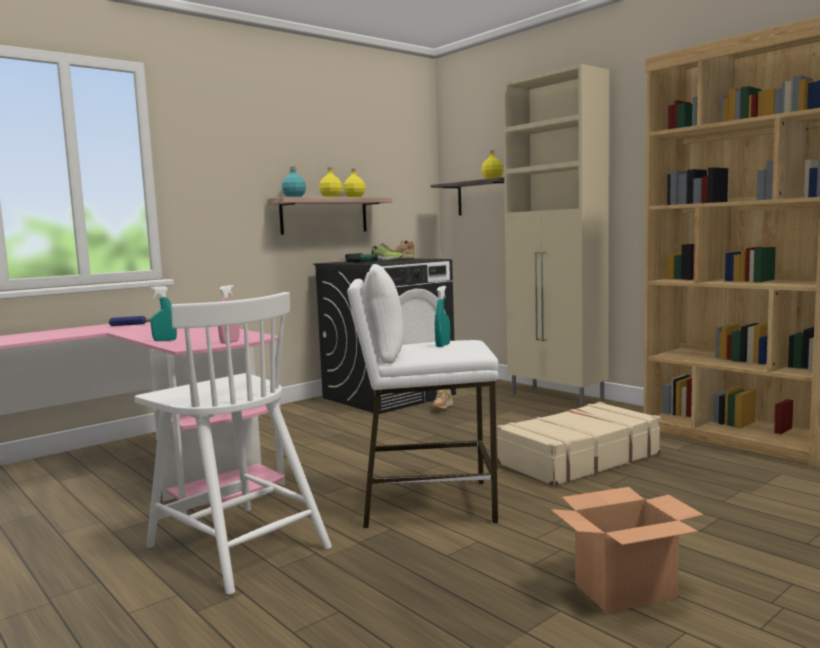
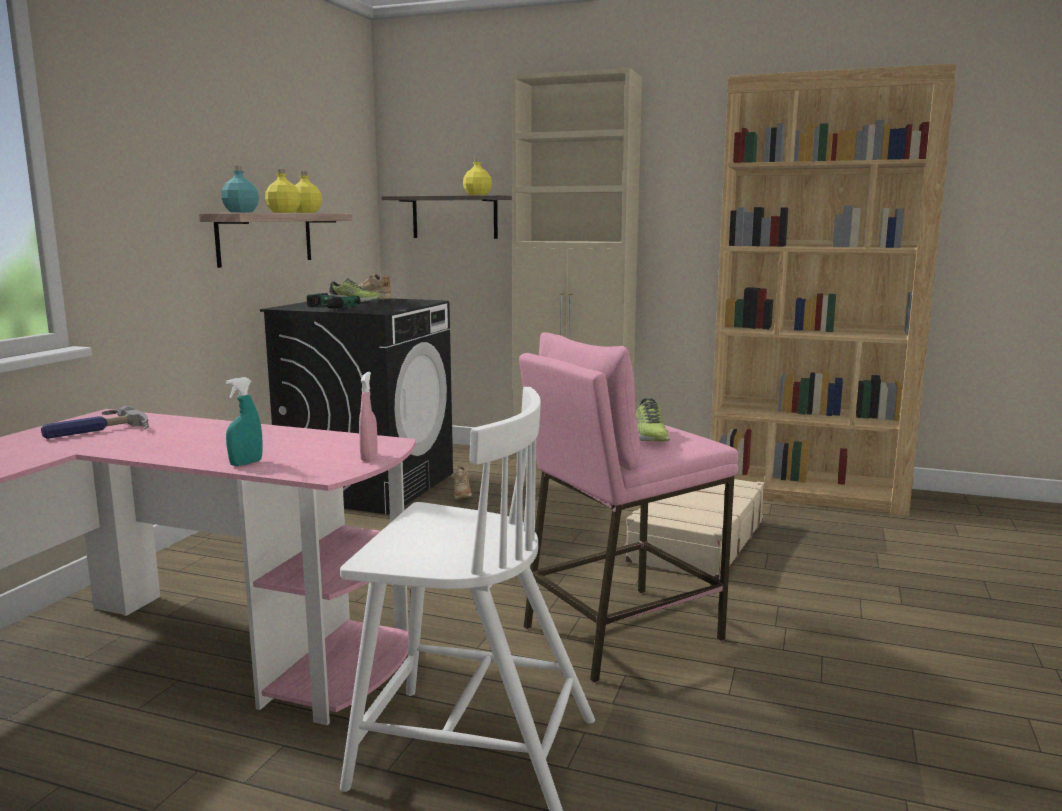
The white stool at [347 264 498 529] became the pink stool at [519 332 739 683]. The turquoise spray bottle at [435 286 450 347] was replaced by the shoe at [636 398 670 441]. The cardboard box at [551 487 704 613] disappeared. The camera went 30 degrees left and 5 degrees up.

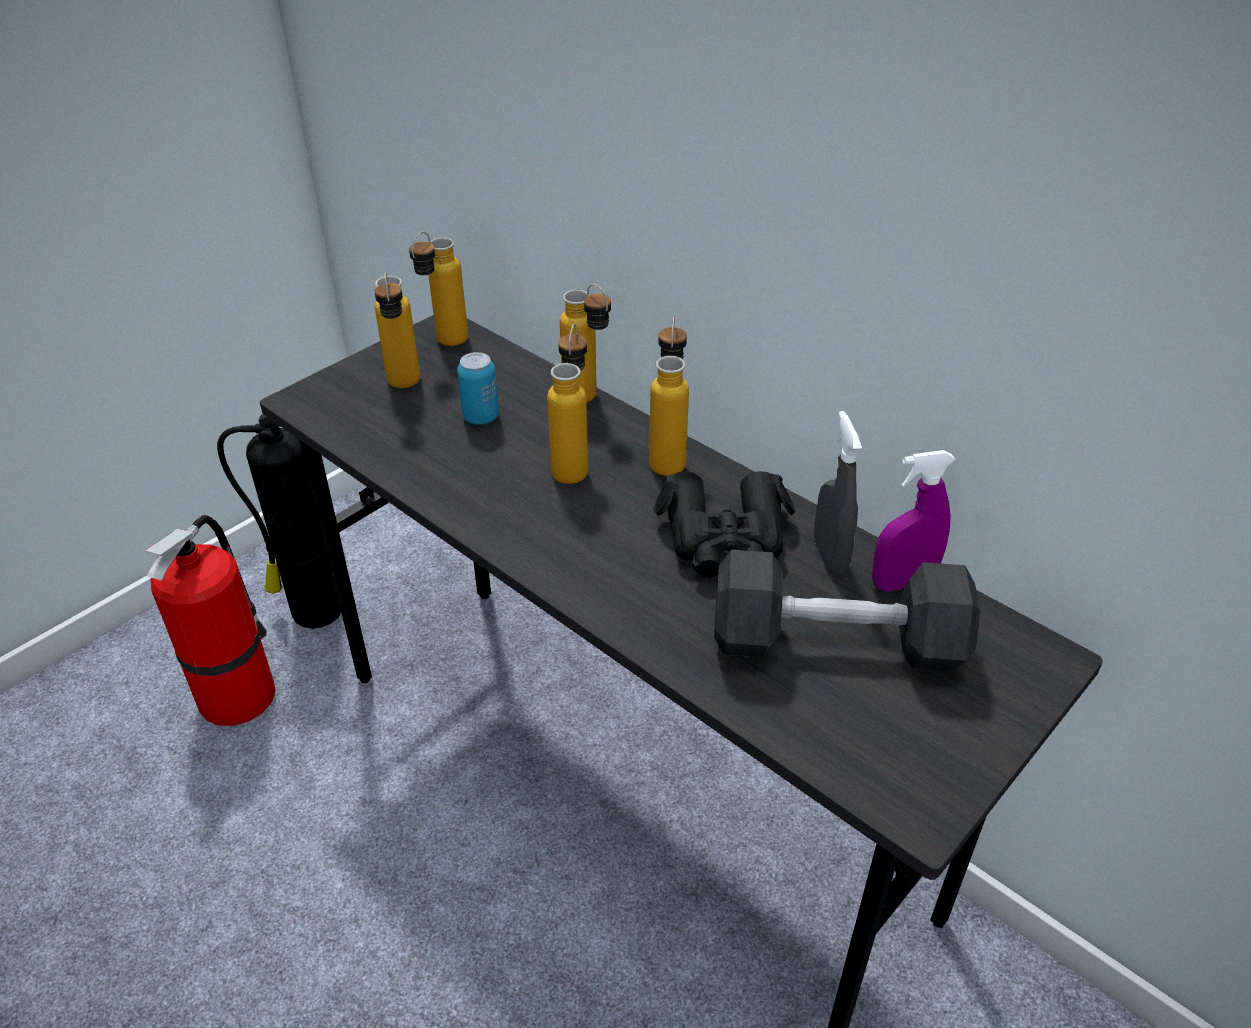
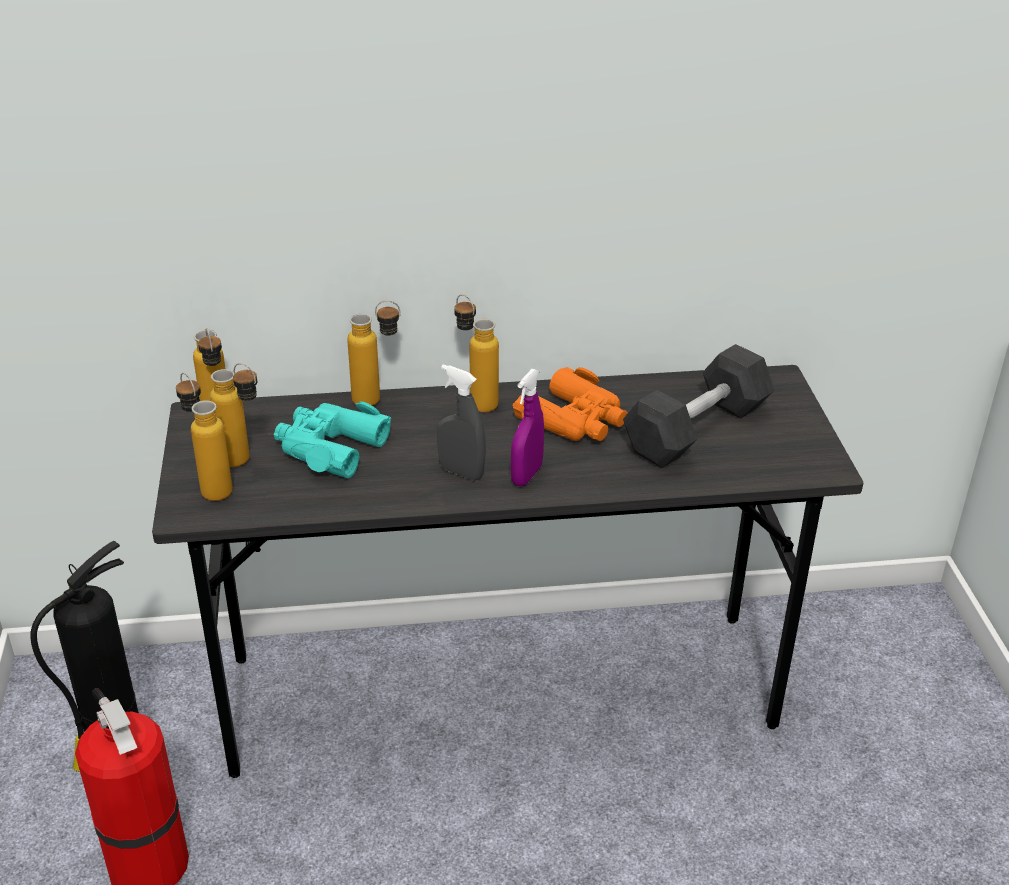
The can at [457 352 499 425] was replaced by the turquoise binoculars at [274 401 391 478]. The bottle moved from [547 324 588 484] to [176 372 233 501]. The black binoculars at [654 471 795 578] became the orange binoculars at [513 367 628 441]. The grey spray bottle moved from [814 411 862 575] to [437 364 486 481]. The purple spray bottle moved from [872 450 956 591] to [511 369 544 486]. The camera went 50 degrees left and 5 degrees down.

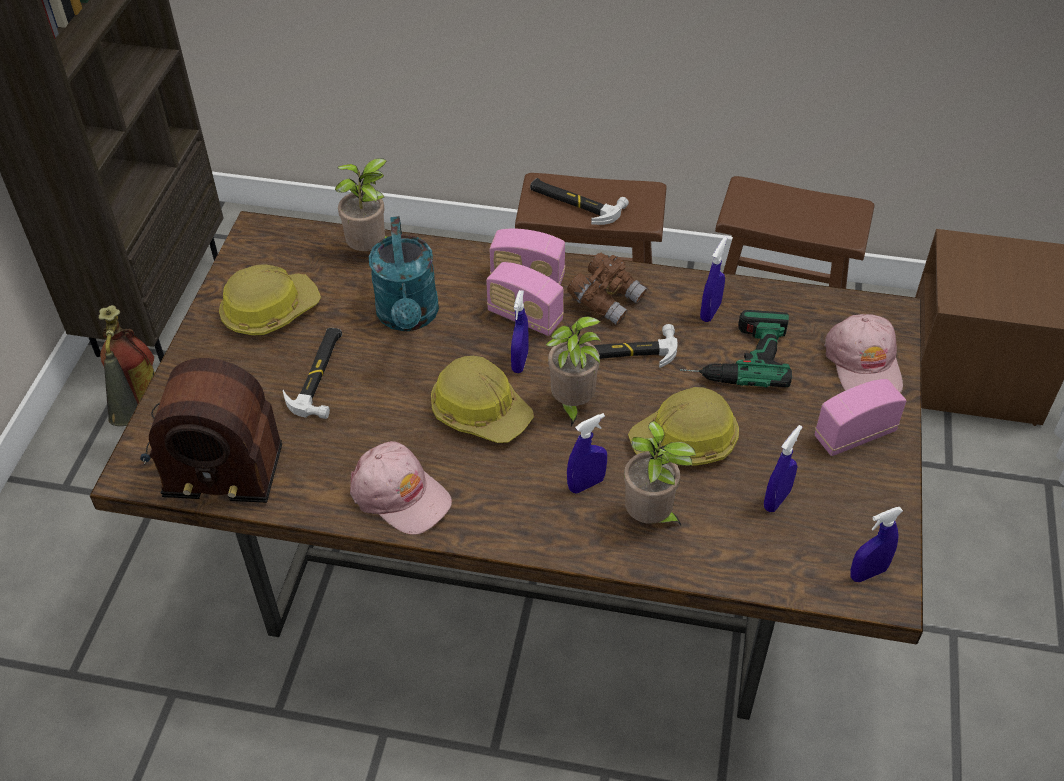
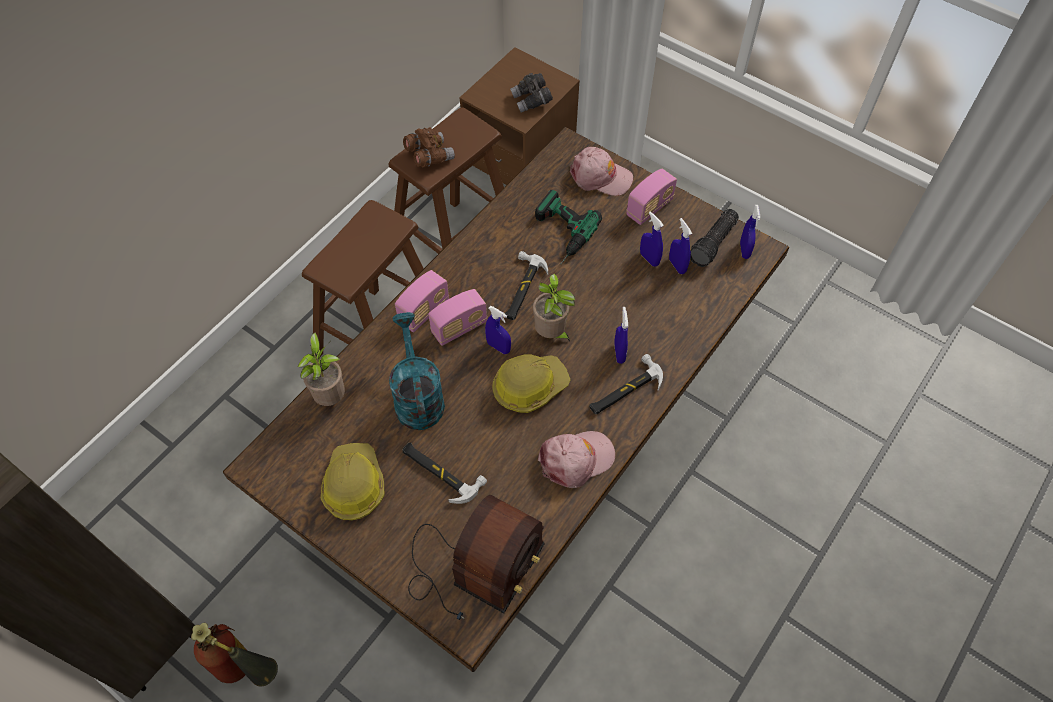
The turquoise watering can at [369 216 439 331] turned 120 degrees counterclockwise. The hammer moved from [530 178 629 225] to [589 354 663 415]. The brown binoculars moved from [567 252 647 325] to [403 127 455 167]. The potted plant at [624 421 696 527] disappeared. The hard hat at [628 387 739 466] disappeared. The blue spray bottle moved from [700 237 727 322] to [640 211 664 267]. The radio at [815 379 906 456] turned 135 degrees counterclockwise. The grey binoculars at [510 73 553 112] appeared. The flashlight at [690 209 739 267] appeared. The camera went 65 degrees left and 10 degrees up.

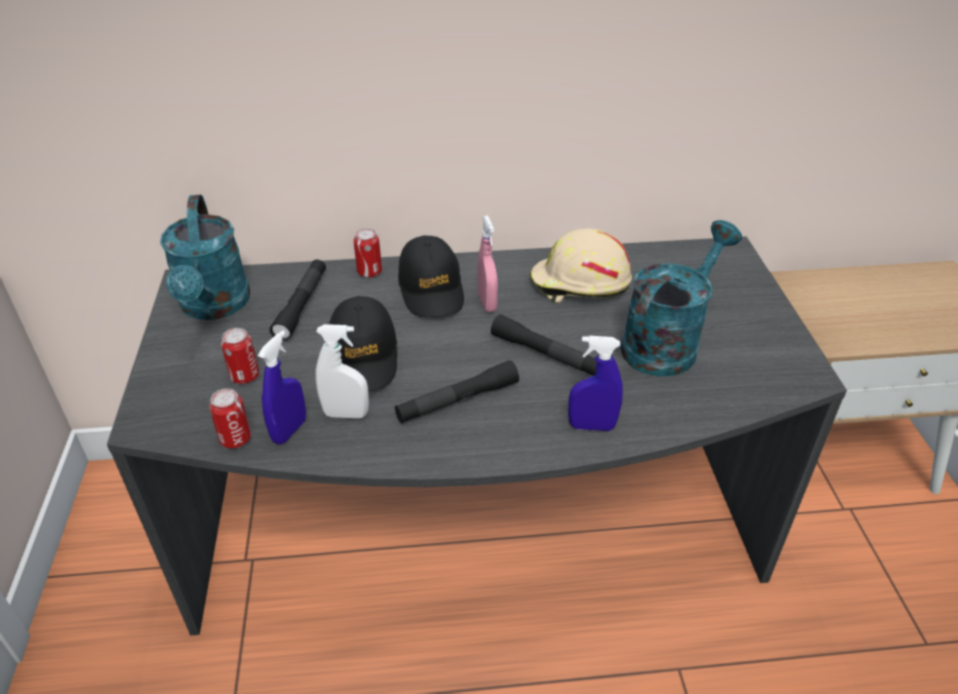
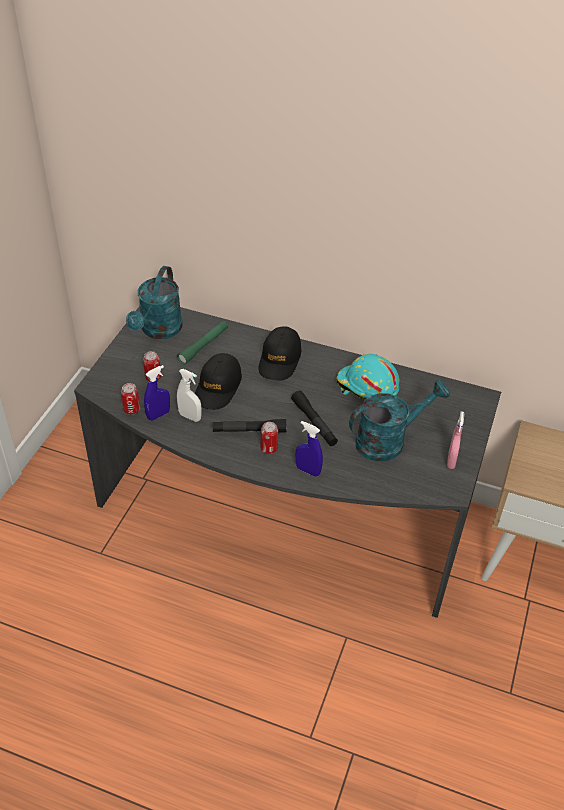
The black flashlight at [270 260 326 341] became the green flashlight at [177 321 228 365]. The can moved from [354 228 382 277] to [261 422 278 454]. The pink spray bottle moved from [478 215 498 312] to [447 411 464 469]. The beige hard hat at [530 228 632 303] became the turquoise hard hat at [336 354 399 399]. The camera went 25 degrees right and 5 degrees up.

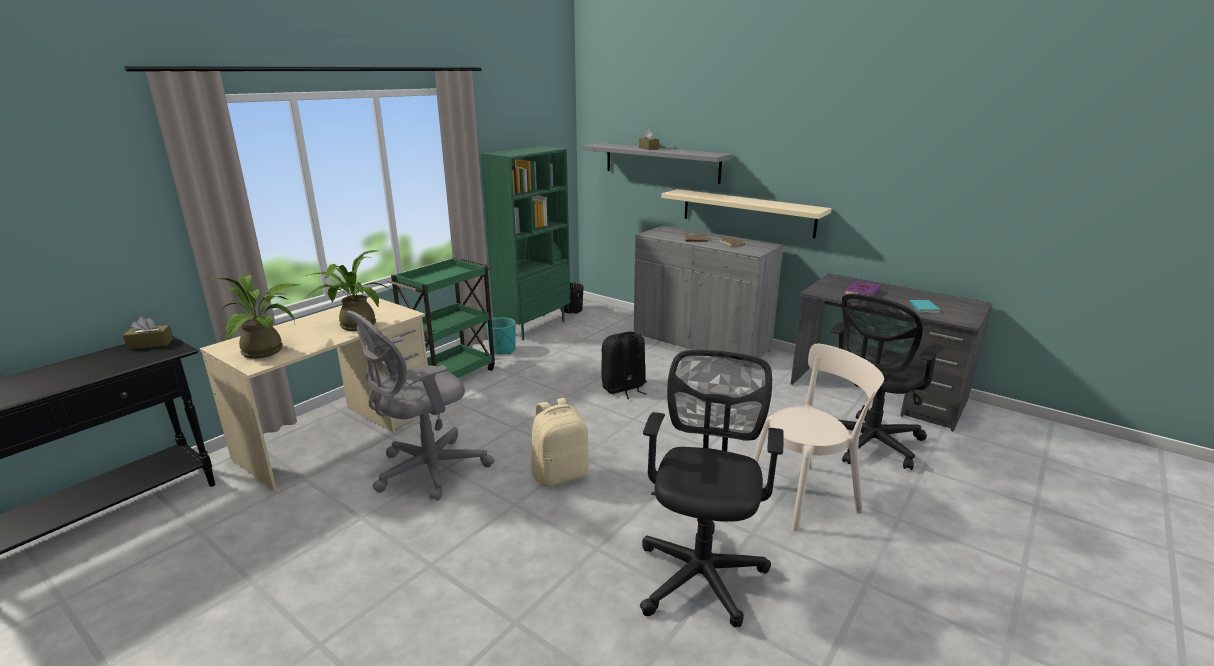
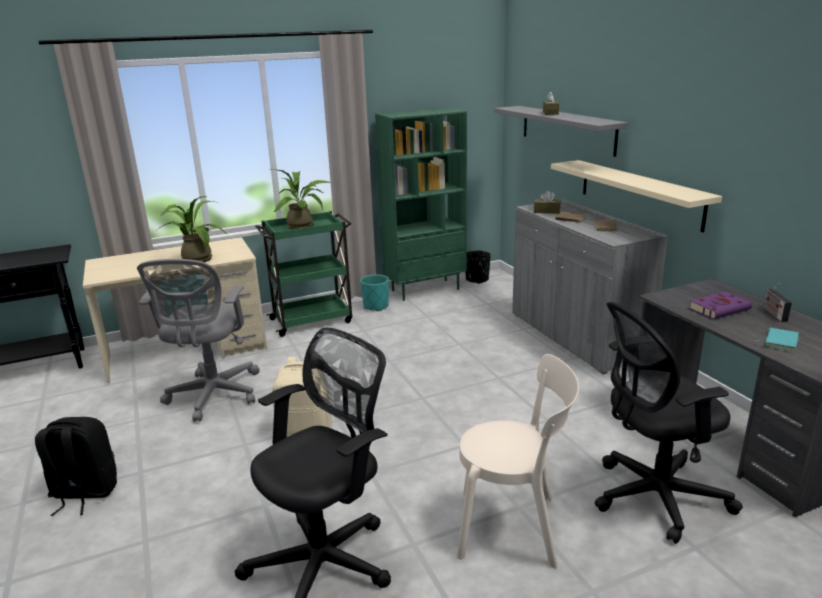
The brown tissue box moved from [123 317 173 349] to [534 191 561 214]. The potted plant moved from [207 275 300 359] to [274 170 332 230]. The grey office chair at [346 311 494 501] turned 75 degrees counterclockwise. The black backpack moved from [601 332 647 399] to [35 417 117 516]. The radio at [764 283 792 322] appeared. The camera went 30 degrees right and 0 degrees up.

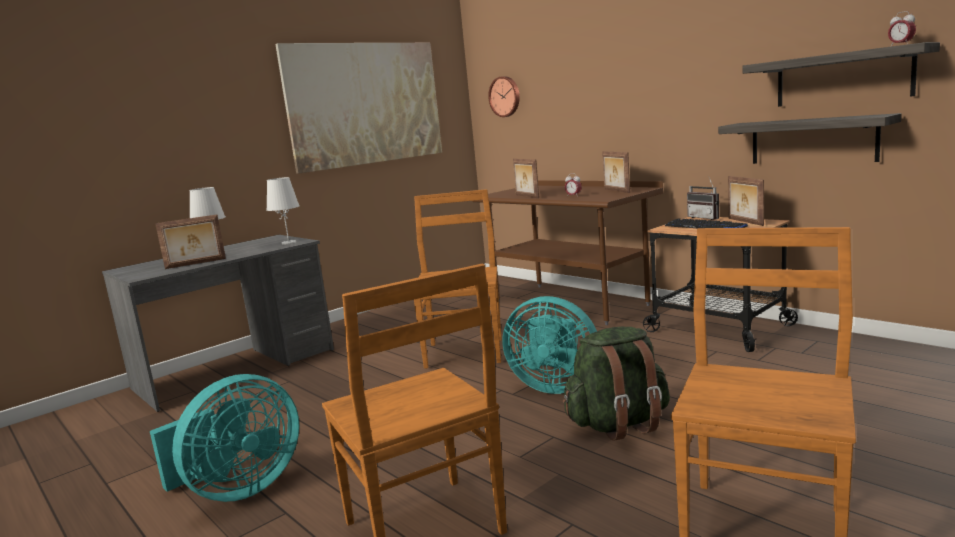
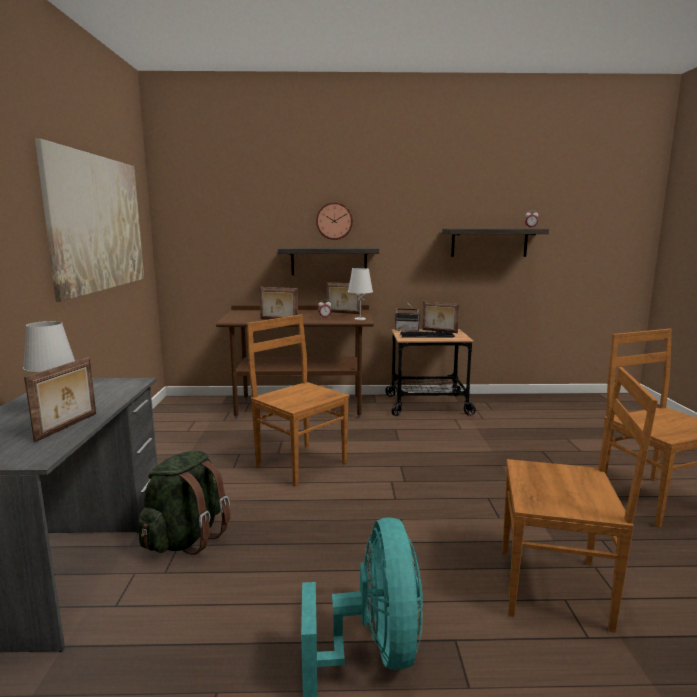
The white table lamp moved from [266 177 300 245] to [348 268 373 320]. The wall clock moved from [488 76 520 117] to [316 202 353 240]. The turquoise fan at [502 296 597 394] disappeared. The green backpack moved from [563 327 670 441] to [138 451 231 555]. The shelf moved from [718 113 902 164] to [278 247 379 275]. The camera went 50 degrees left and 0 degrees up.

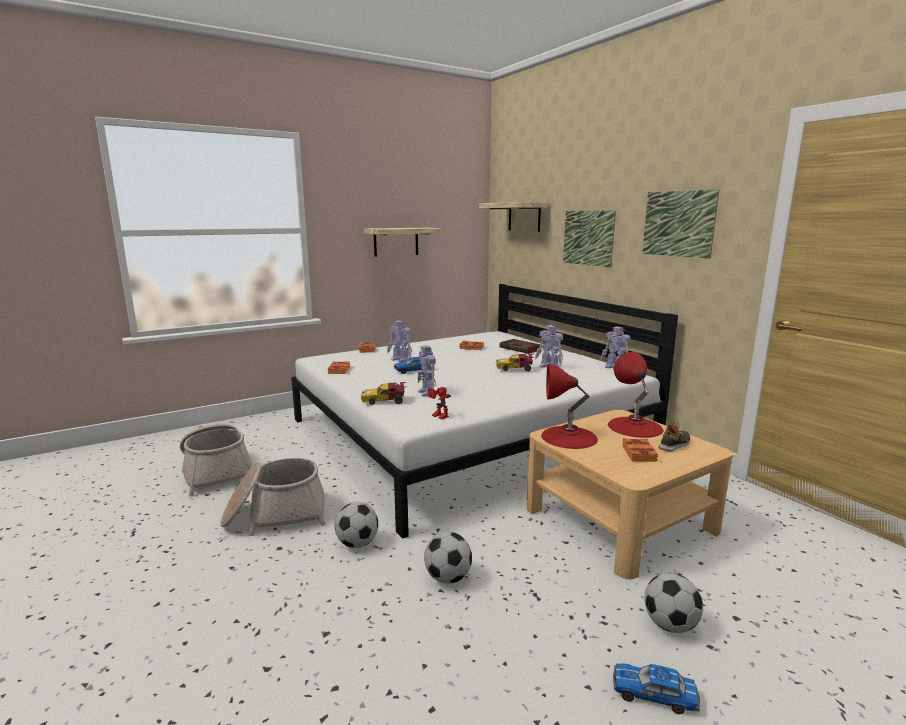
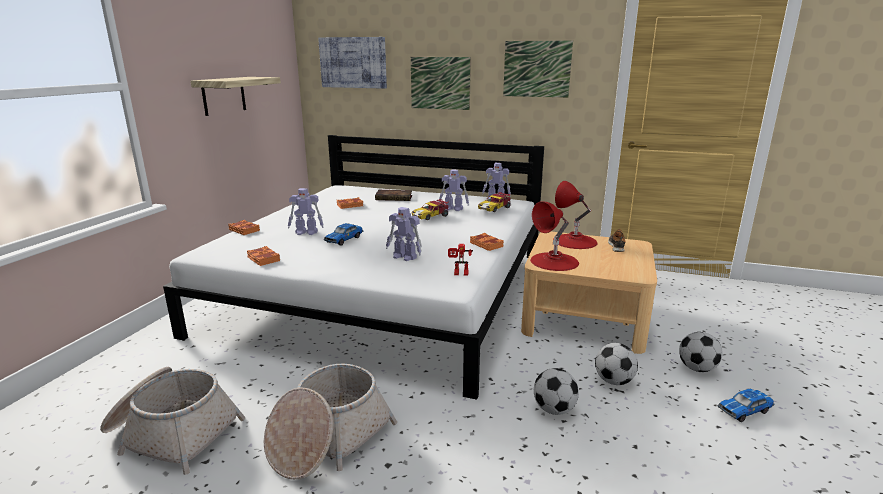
The football moved from [335 502 378 548] to [595 343 638 385]. The toy car moved from [361 382 407 405] to [478 192 511 212]. The shelf at [479 202 548 232] was replaced by the picture at [318 37 387 89]. The orange book moved from [622 438 658 462] to [470 233 504 251]. The camera went 40 degrees left and 5 degrees up.

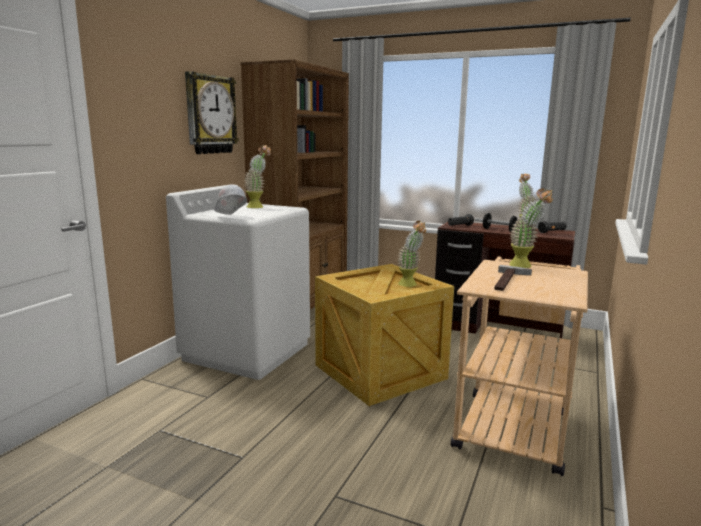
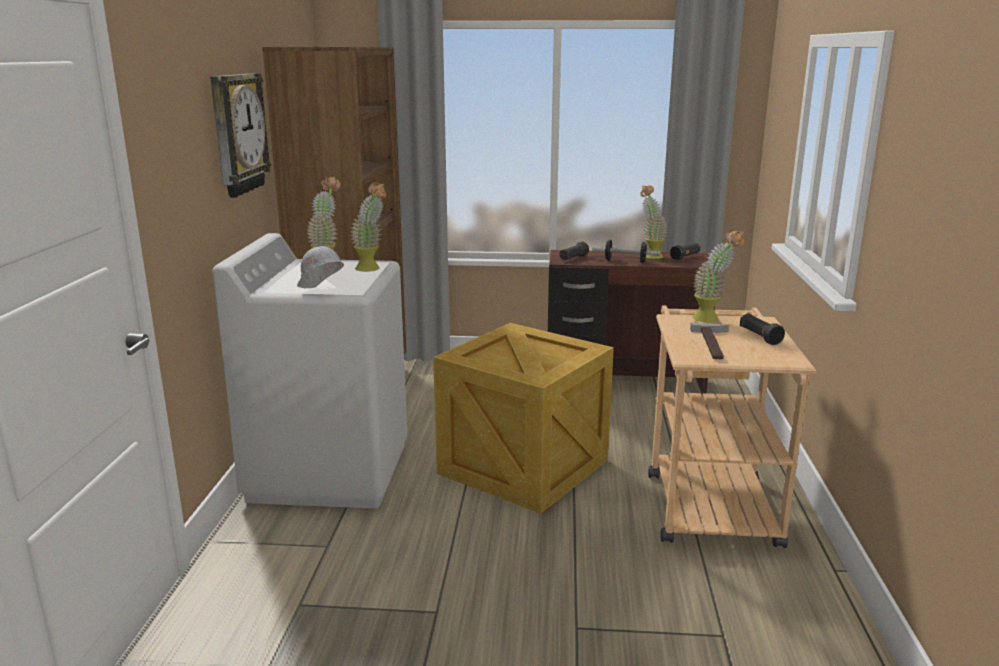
The potted plant moved from [397 221 426 287] to [350 182 386 272]. The black flashlight at [740 314 785 345] appeared. The camera went 20 degrees left and 5 degrees up.

